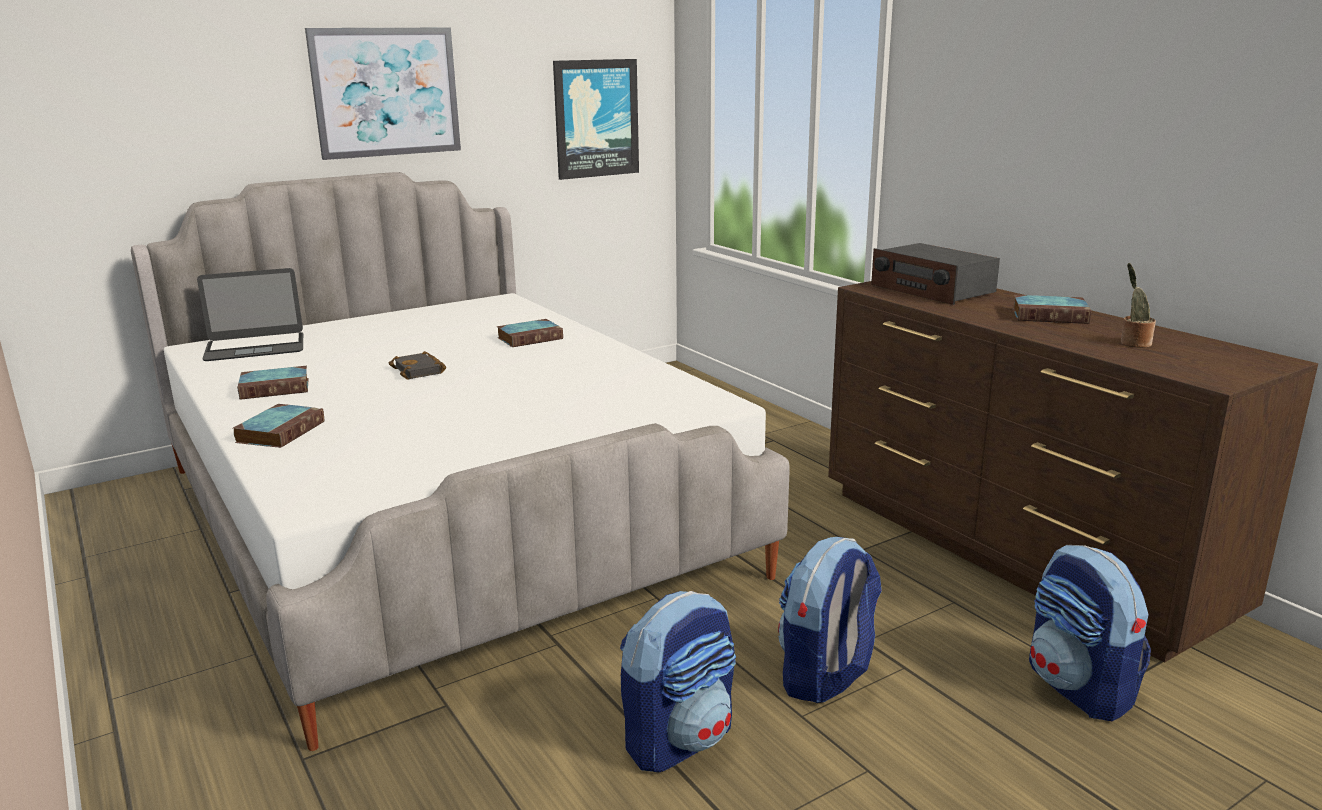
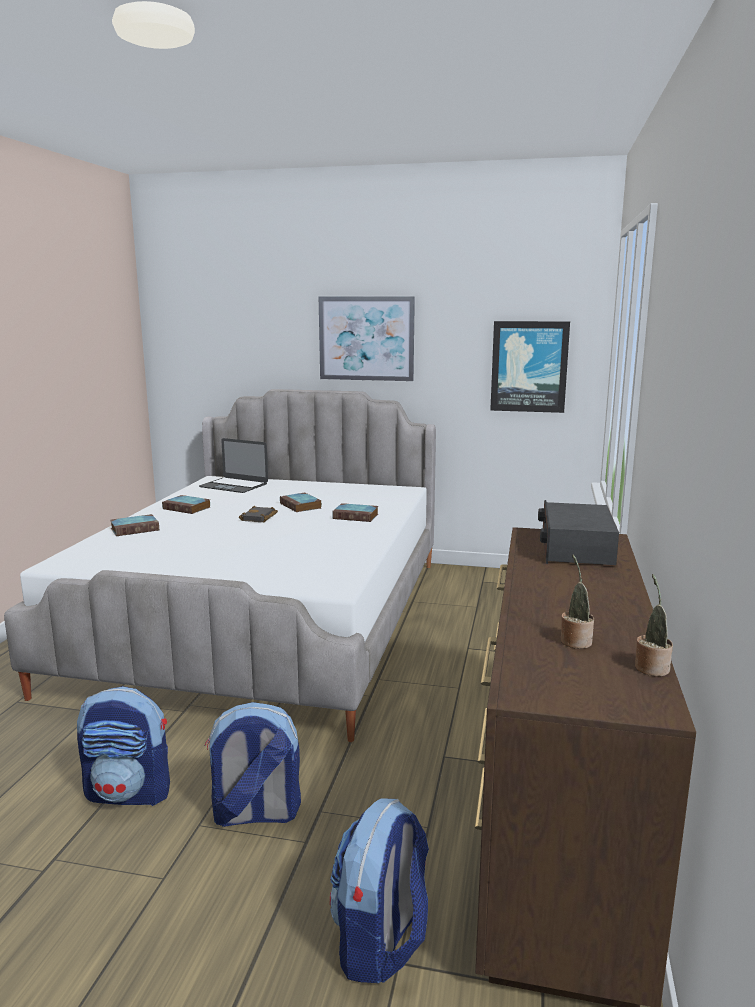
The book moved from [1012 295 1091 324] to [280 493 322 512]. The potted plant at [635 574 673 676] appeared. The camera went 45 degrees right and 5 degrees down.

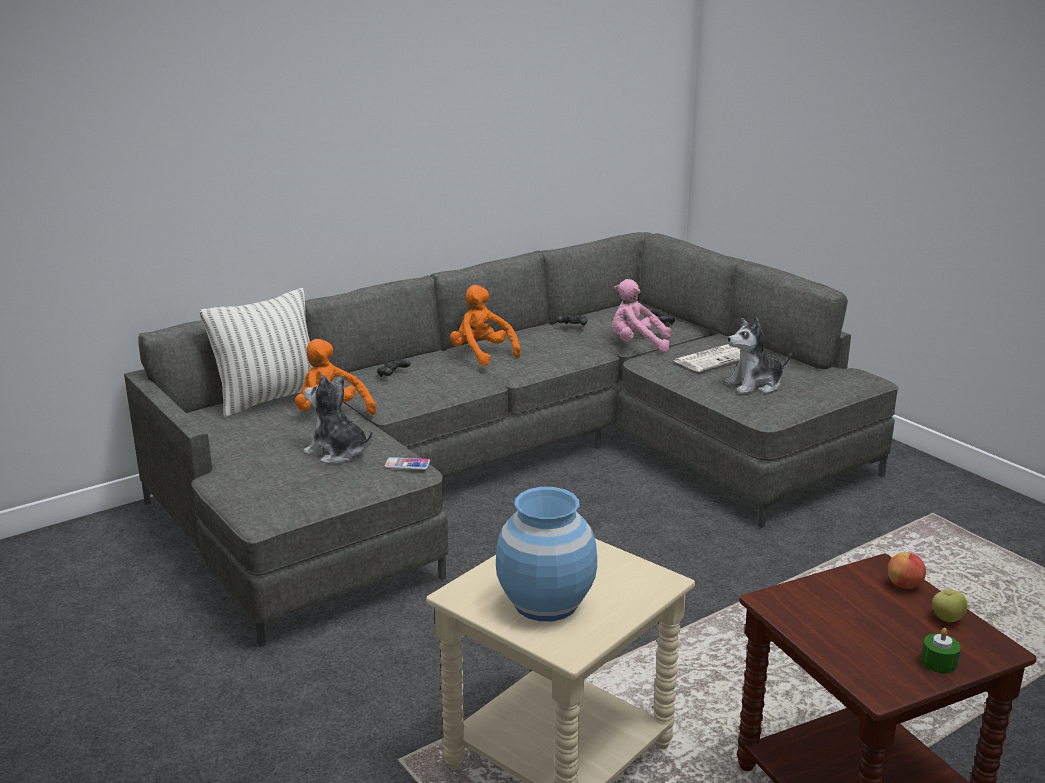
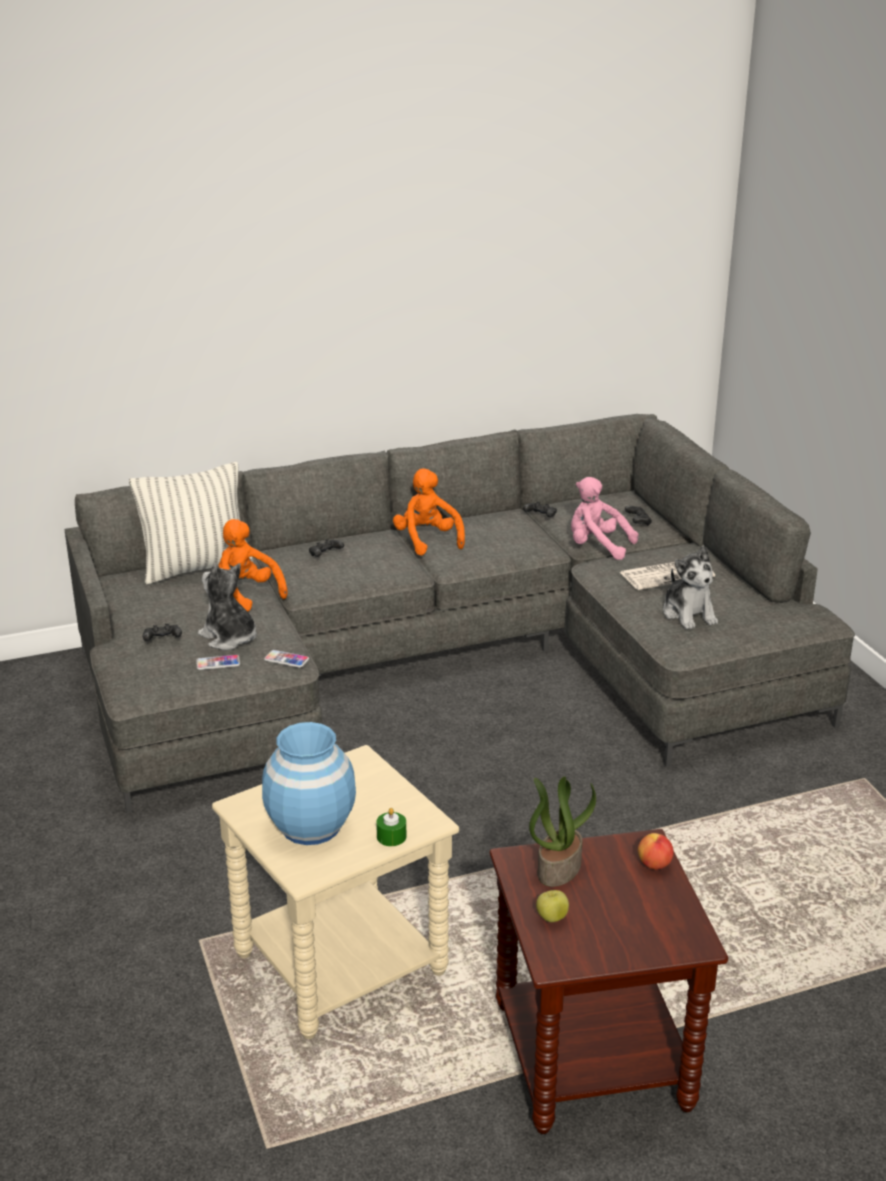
The plush toy at [725 318 791 394] turned 105 degrees counterclockwise. The green candle moved from [921 628 961 674] to [376 808 406 846]. The apple moved from [932 589 968 622] to [536 890 569 922]. The black game controller at [143 623 182 641] appeared. The phone at [196 655 240 670] appeared. The potted plant at [529 776 596 887] appeared. The camera went 15 degrees right and 5 degrees up.

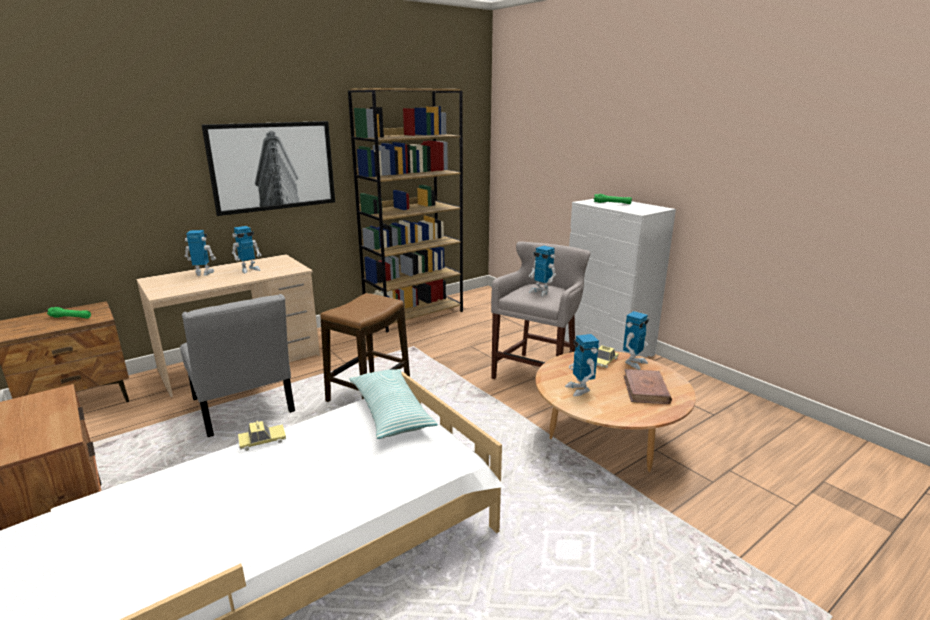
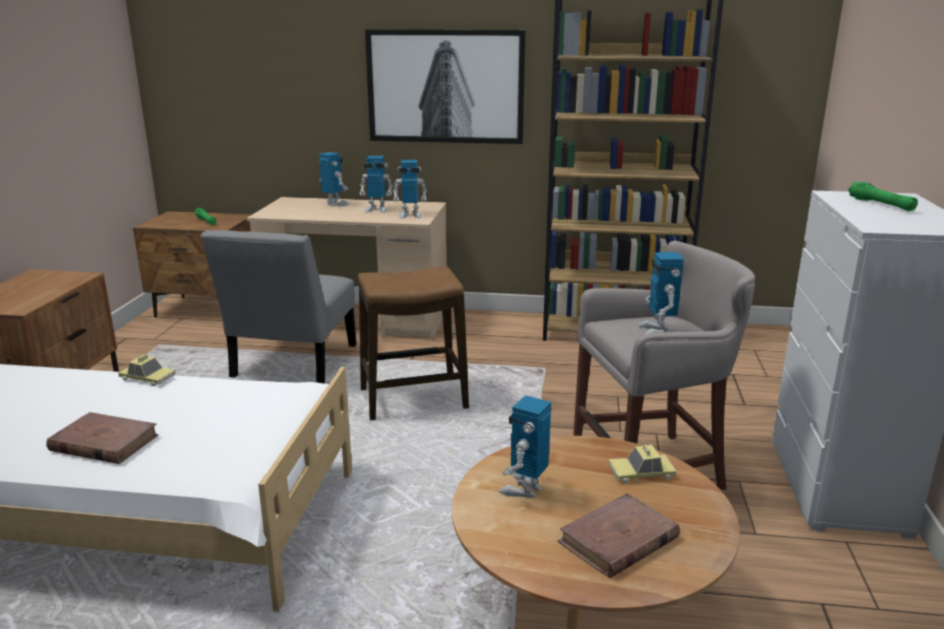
The pillow at [349 369 438 439] disappeared. The toy robot moved from [623 311 649 370] to [393 160 427 219]. The brown book at [46 412 158 464] appeared. The camera went 45 degrees right and 0 degrees up.

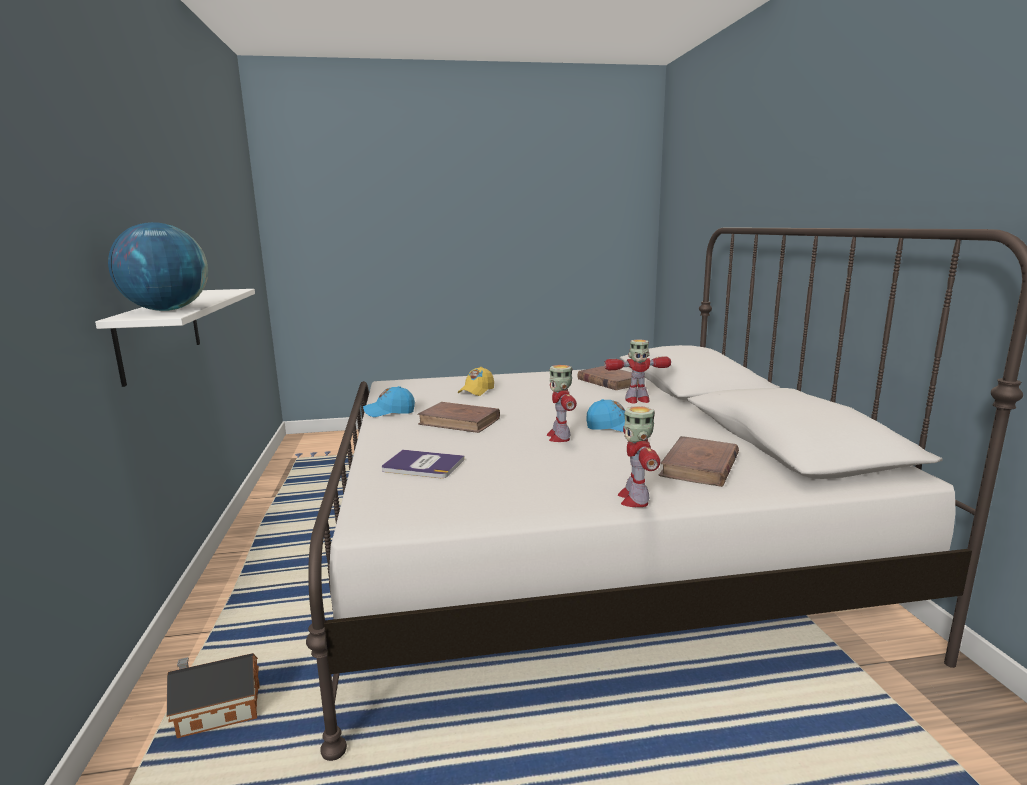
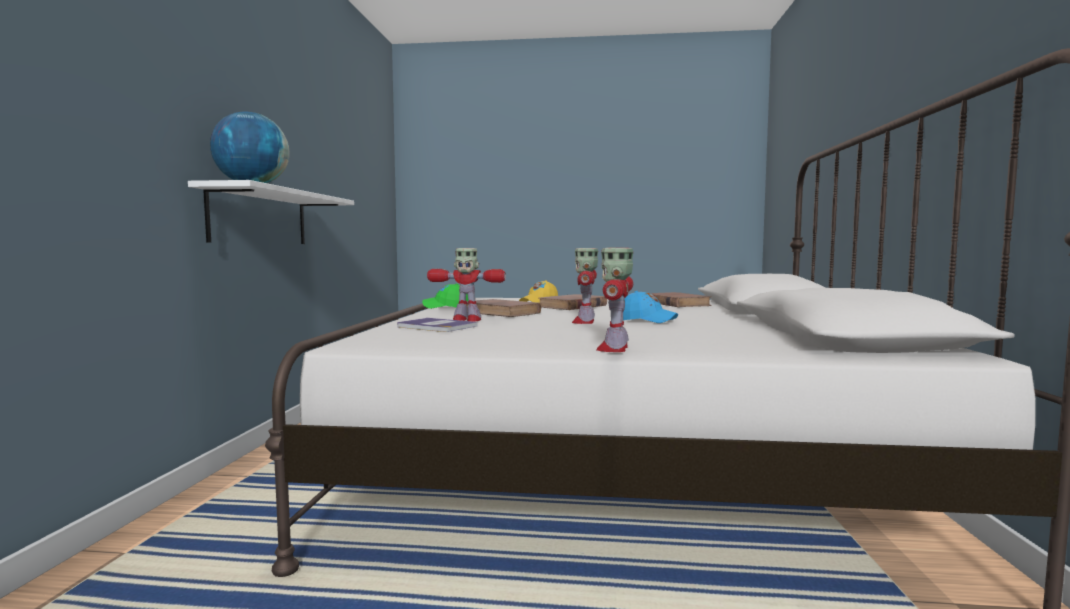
The toy house at [167 653 260 738] disappeared. The blue cap at [363 386 415 417] became the green cap at [422 283 468 309]. The toy robot moved from [604 339 671 404] to [427 248 506 322]. The brown book moved from [658 436 739 487] to [539 294 607 310]. The camera went 15 degrees right and 10 degrees down.

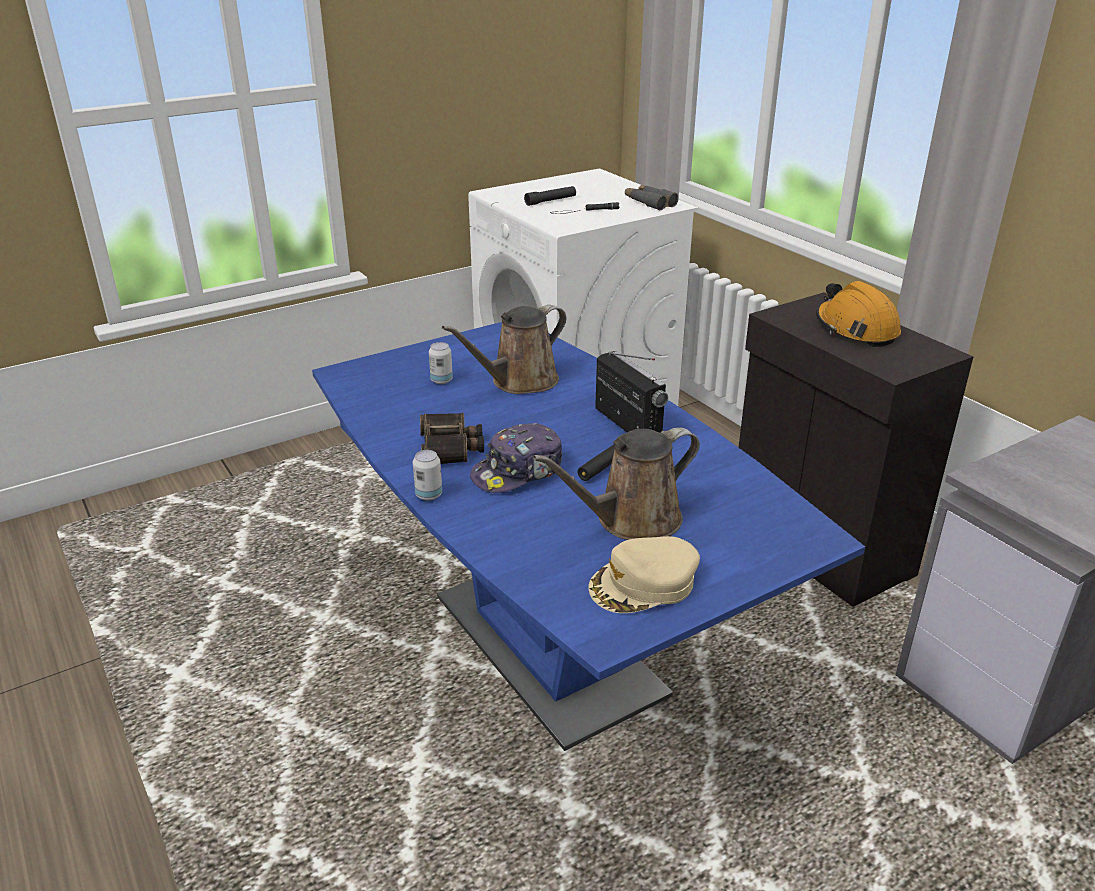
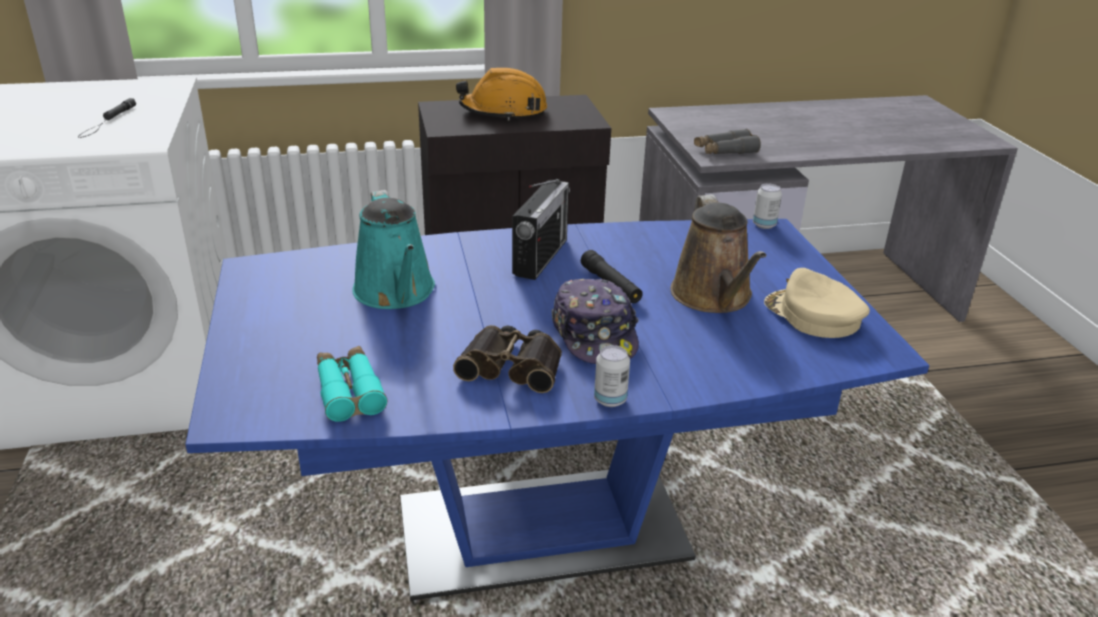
The can moved from [429 342 453 384] to [753 183 782 229]. The brown watering can at [442 305 566 394] became the turquoise watering can at [352 190 435 309]. The black flashlight at [524 186 576 206] disappeared. The beige cap at [588 536 700 613] turned 150 degrees clockwise. The radio at [595 351 668 433] turned 120 degrees clockwise. The grey binoculars moved from [625 185 679 210] to [694 129 761 154]. The turquoise binoculars at [317 346 387 422] appeared. The camera went 70 degrees left and 0 degrees up.

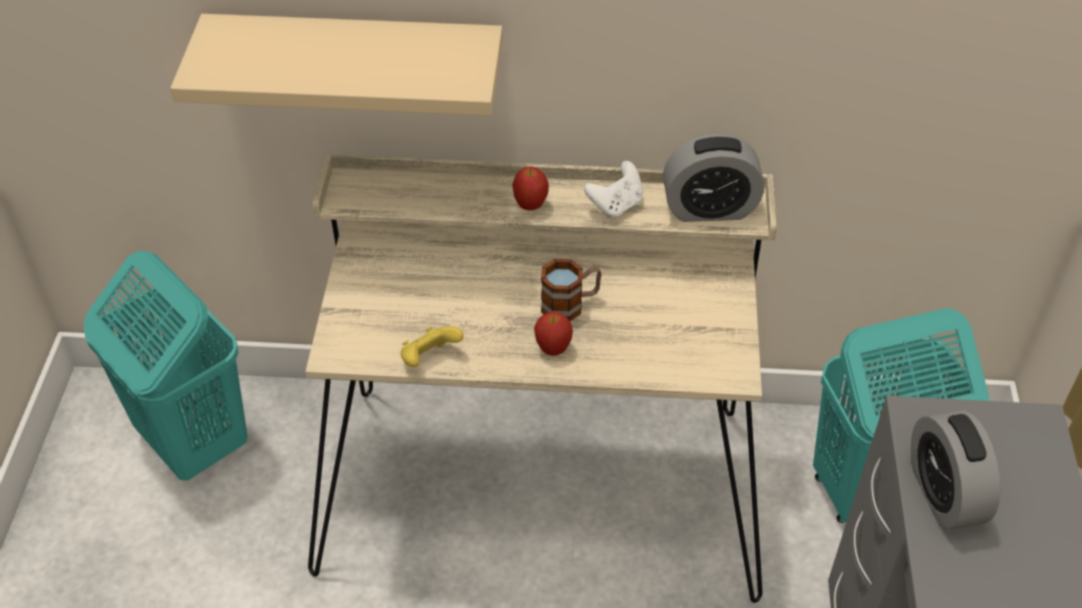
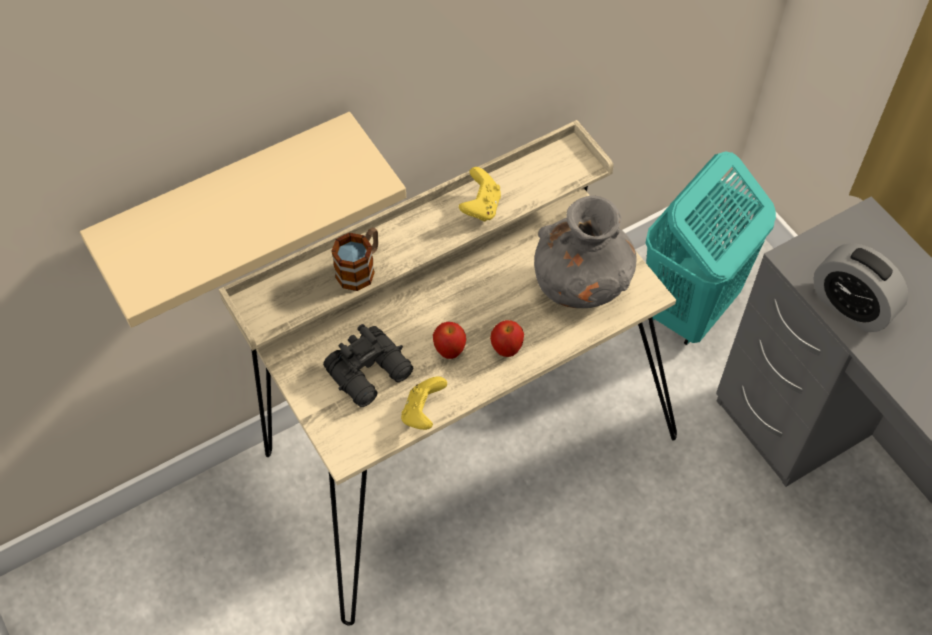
The turquoise laundry basket at [83 250 248 481] disappeared. The apple moved from [512 167 549 210] to [433 322 466 359]. The mug moved from [541 259 602 321] to [331 227 378 291]. The white game controller at [584 161 643 218] became the yellow game controller at [459 167 501 222]. The alarm clock at [663 134 764 222] disappeared. The black binoculars at [323 324 413 407] appeared. The grey vase at [534 196 636 308] appeared. The camera went 35 degrees left and 10 degrees up.

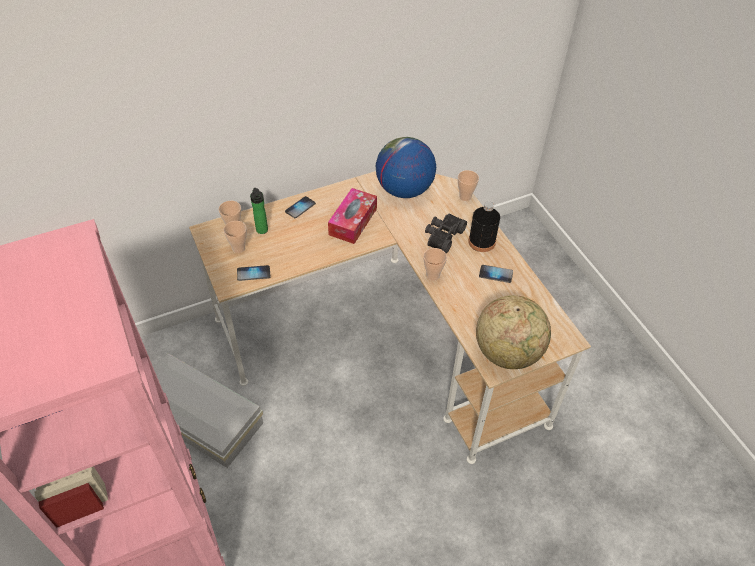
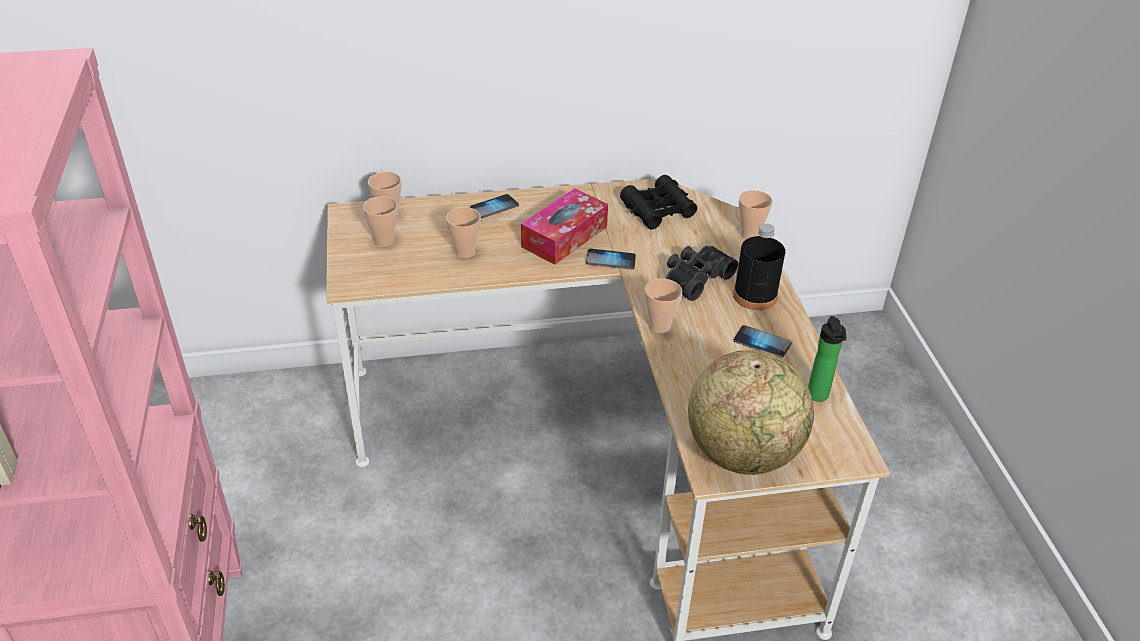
The white storage box at [154 353 263 468] disappeared. The phone moved from [237 265 271 281] to [586 249 636 269]. The bottle moved from [250 188 268 234] to [808 316 847 402]. The globe at [376 137 436 198] was replaced by the black binoculars at [620 175 697 229]. The cup at [446 207 481 258] appeared. The camera went 15 degrees right and 10 degrees down.

